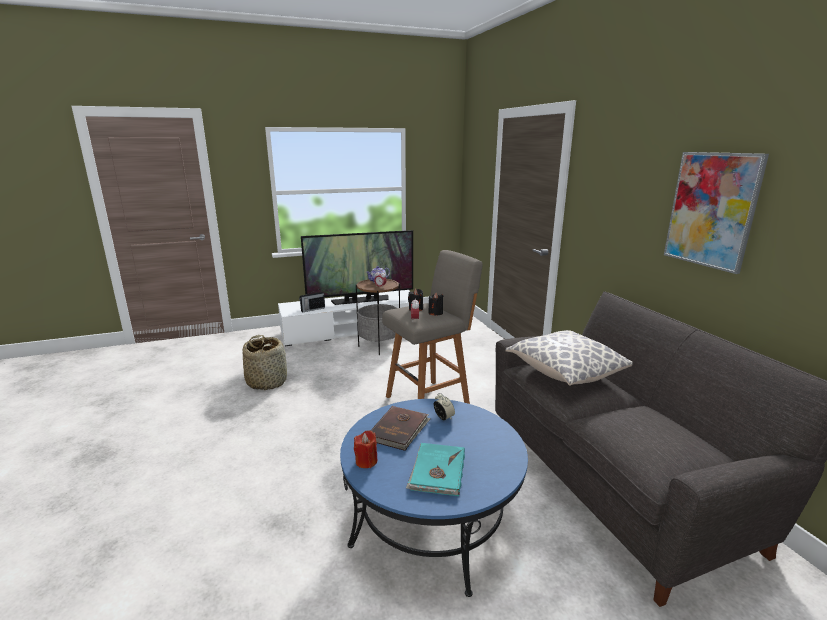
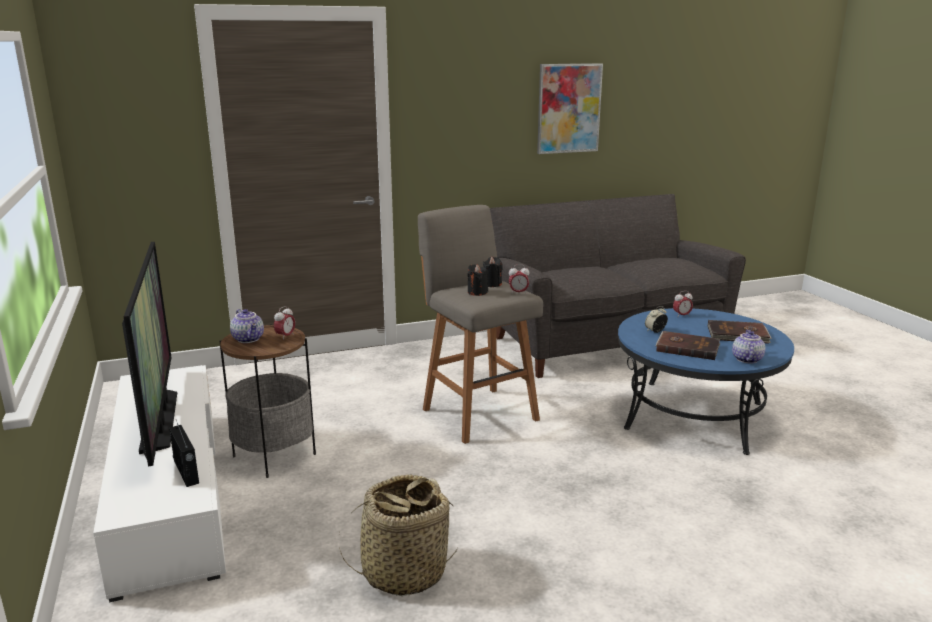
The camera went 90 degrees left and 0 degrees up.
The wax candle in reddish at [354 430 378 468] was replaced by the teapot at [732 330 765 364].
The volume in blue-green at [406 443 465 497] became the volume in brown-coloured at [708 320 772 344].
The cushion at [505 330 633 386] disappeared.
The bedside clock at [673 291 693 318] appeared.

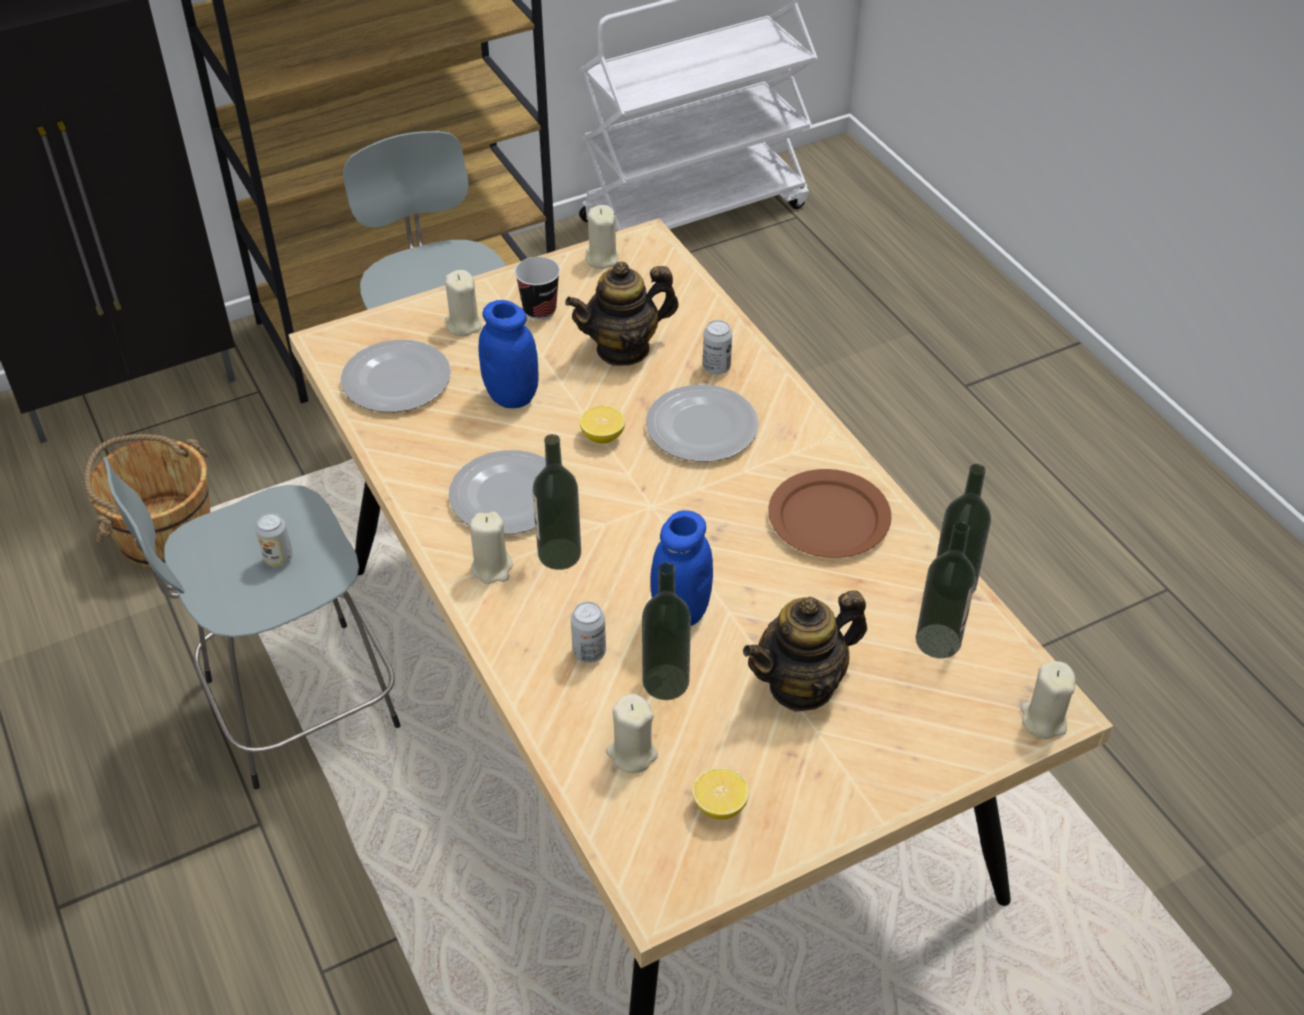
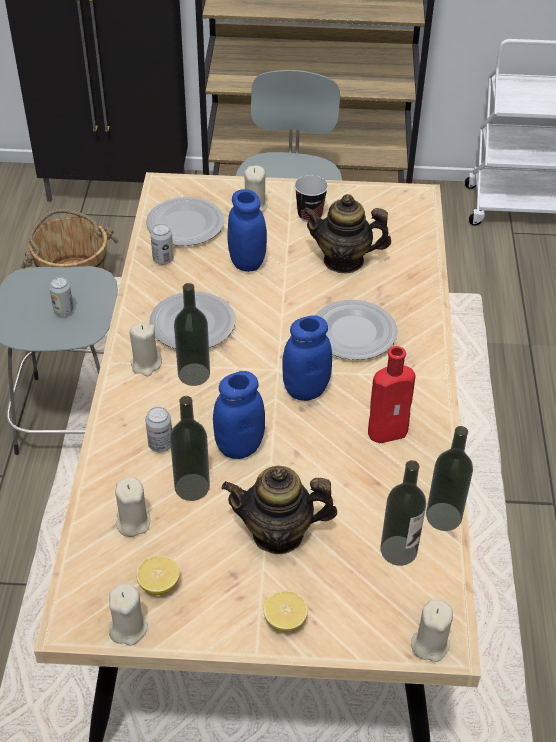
The camera went 30 degrees right and 0 degrees up.
The whole lemon moved from [579 405 625 444] to [264 590 308 632].
The wax candle in beige moved from [585 205 619 269] to [109 584 148 646].
The metal can moved from [703 320 732 375] to [150 224 174 265].
The plate in brown-coloured at [768 469 891 558] was replaced by the bottle in reddish at [368 346 415 443].
The storage jar in blue at [282 315 332 401] appeared.

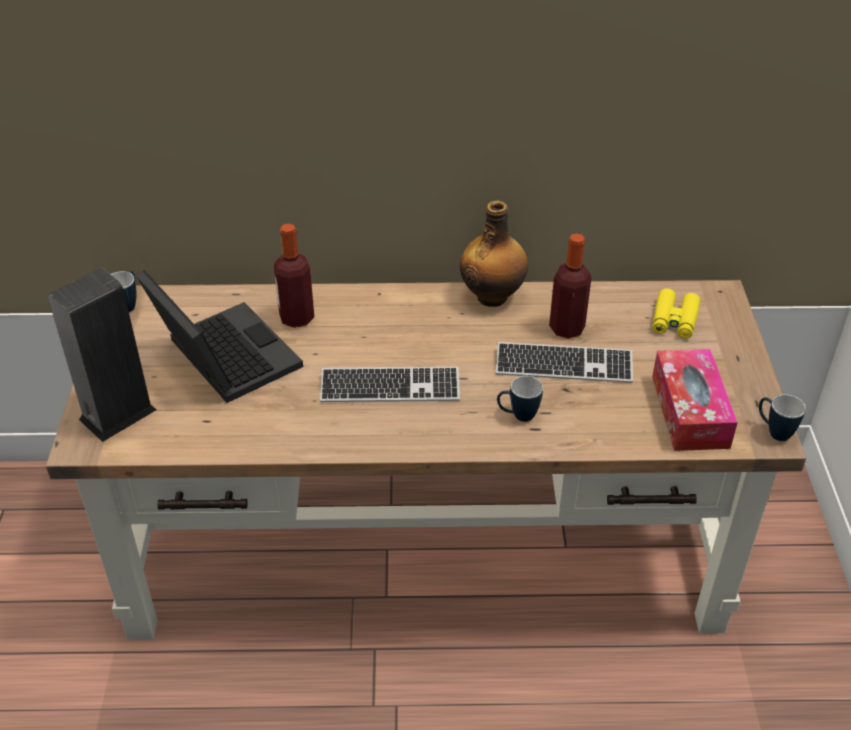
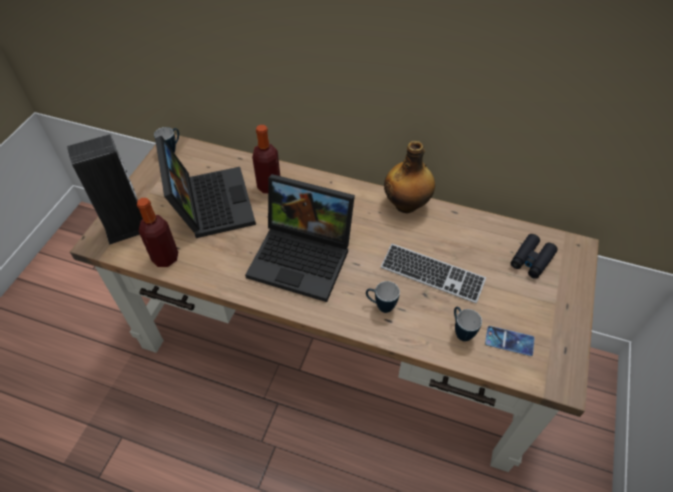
The camera went 20 degrees right and 10 degrees up.
The PC keyboard at [320 367 460 402] was replaced by the portable computer at [245 174 355 302].
The bottle moved from [549 233 592 339] to [137 198 178 267].
The binoculars in yellow-coloured at [652 288 700 339] became the binoculars in blackish at [511 234 558 279].
The box of tissues at [652 349 738 451] was replaced by the phone at [485 326 534 356].
The coffee mug moved from [759 394 806 441] to [454 307 482 341].

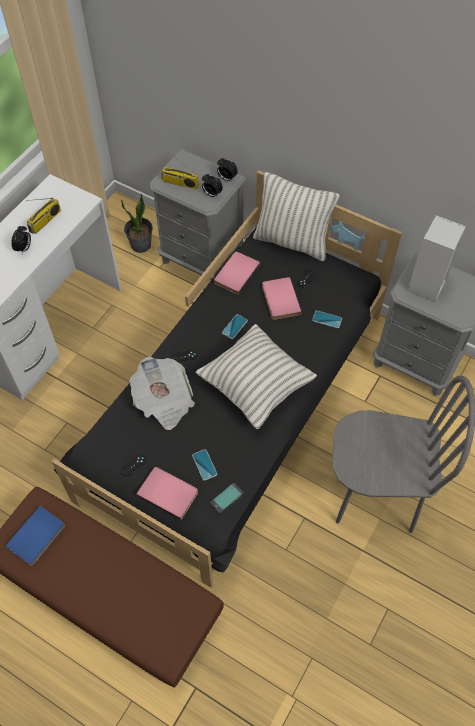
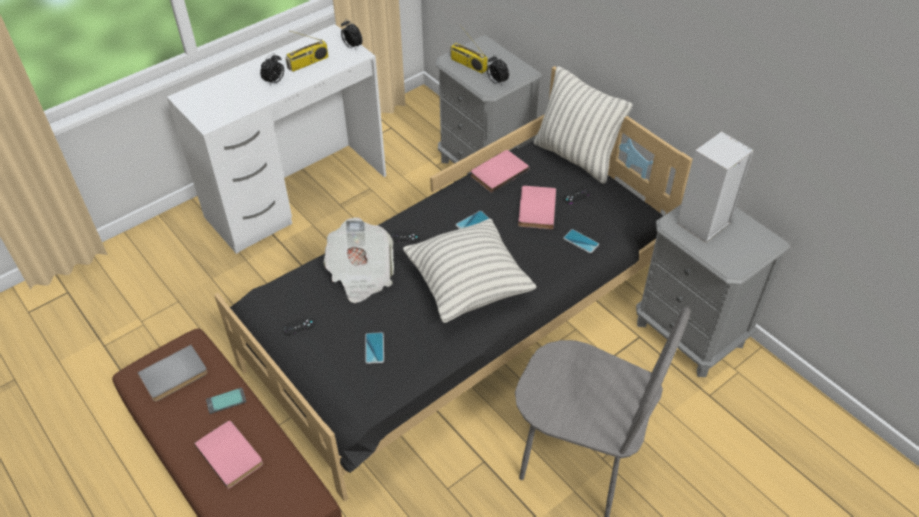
The camera went 20 degrees right and 10 degrees down.
The volume in blue at [6 506 65 566] became the volume in greyish at [137 345 208 402].
The potted plant at [121 193 153 253] disappeared.
The volume in pink-coloured moved from [136 467 198 520] to [194 421 263 489].
The phone moved from [210 483 243 513] to [206 388 246 414].
The bedside clock moved from [217 158 238 182] to [341 19 362 51].

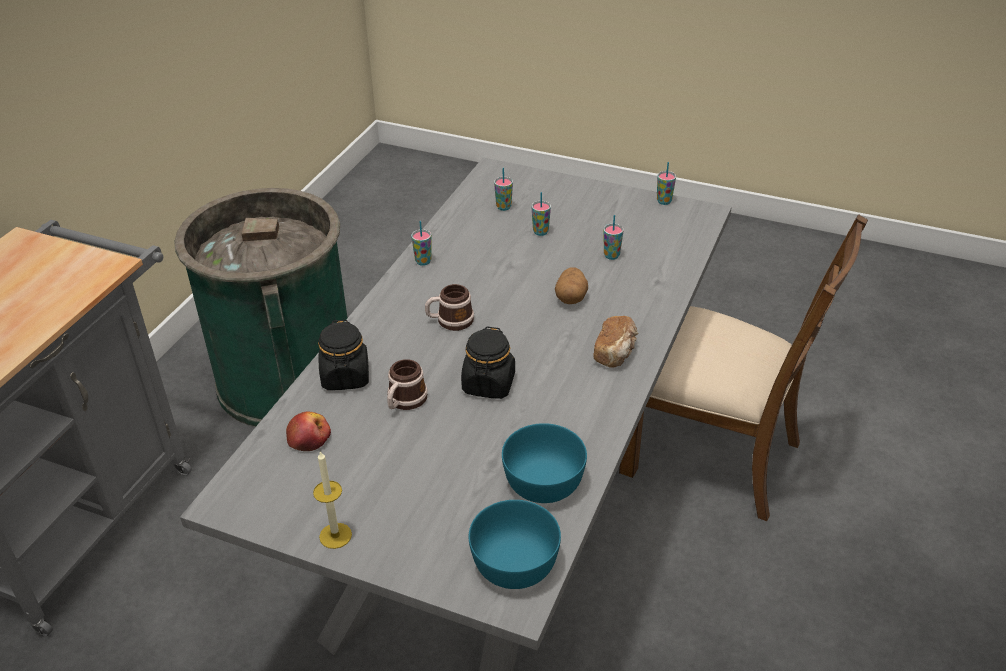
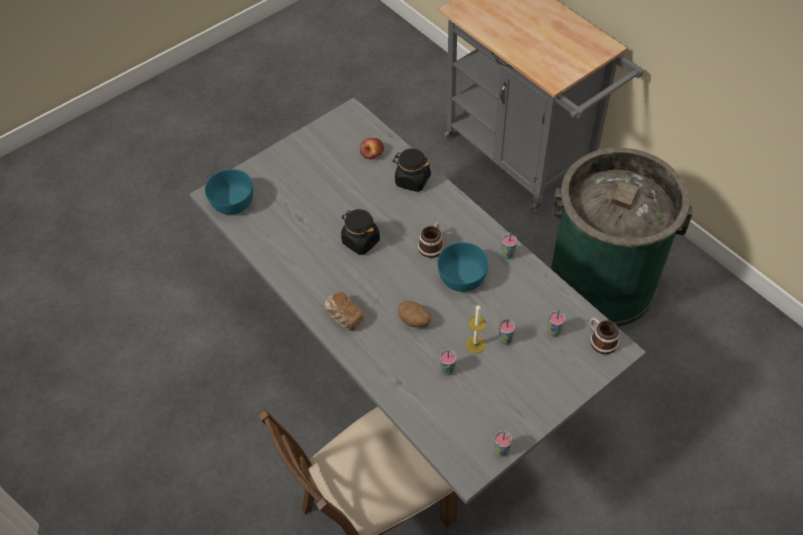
The camera went 120 degrees right and 15 degrees up.
The wax candle moved from [313 451 352 549] to [466 304 486 353].
The coffee mug moved from [387 359 428 410] to [590 317 620 354].
The bowl in blue-green moved from [502 423 587 503] to [437 242 489 292].

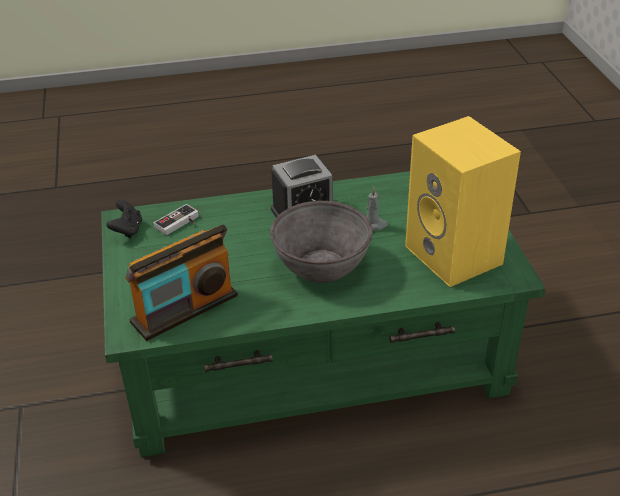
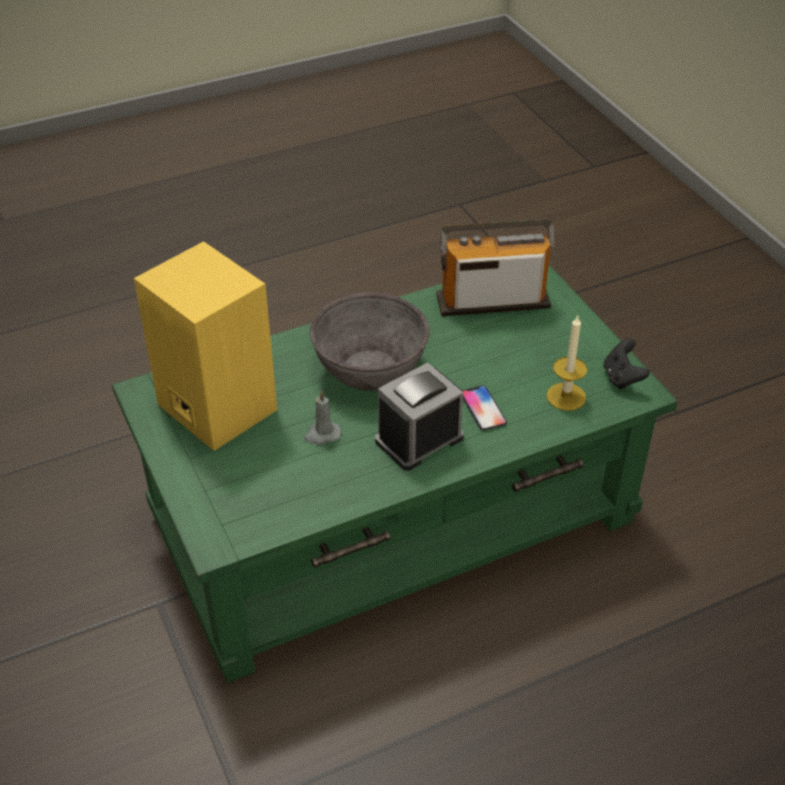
The camera went 165 degrees right and 5 degrees up.
The radio at [126 225 238 341] turned 45 degrees clockwise.
The game controller at [153 204 199 235] was replaced by the wax candle at [546 315 588 411].
The phone at [463 385 507 431] appeared.

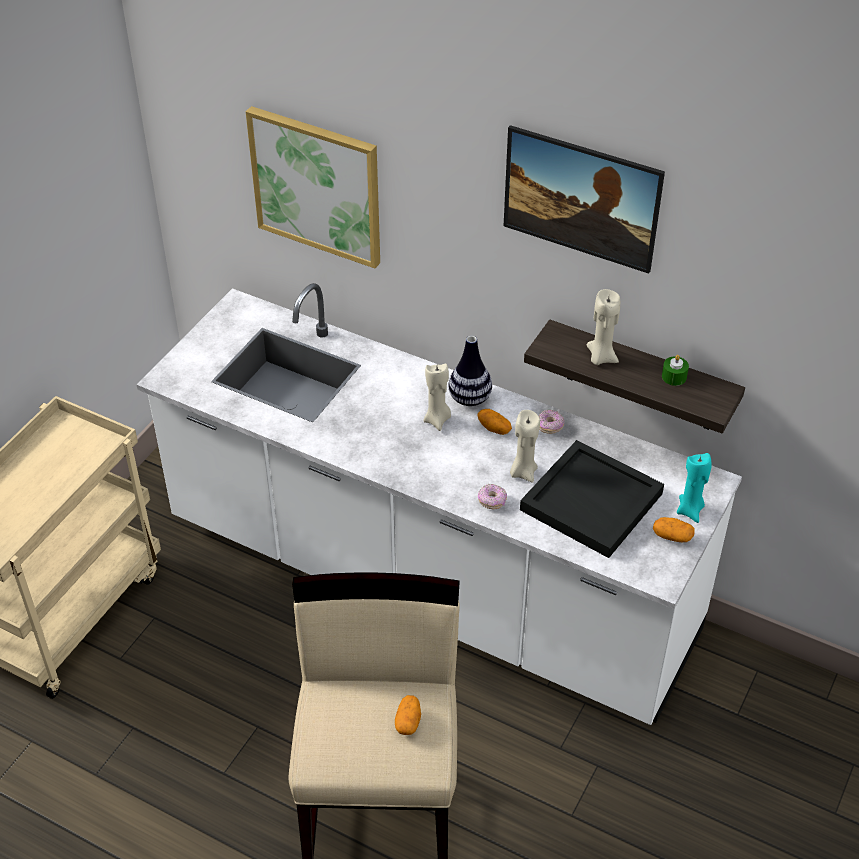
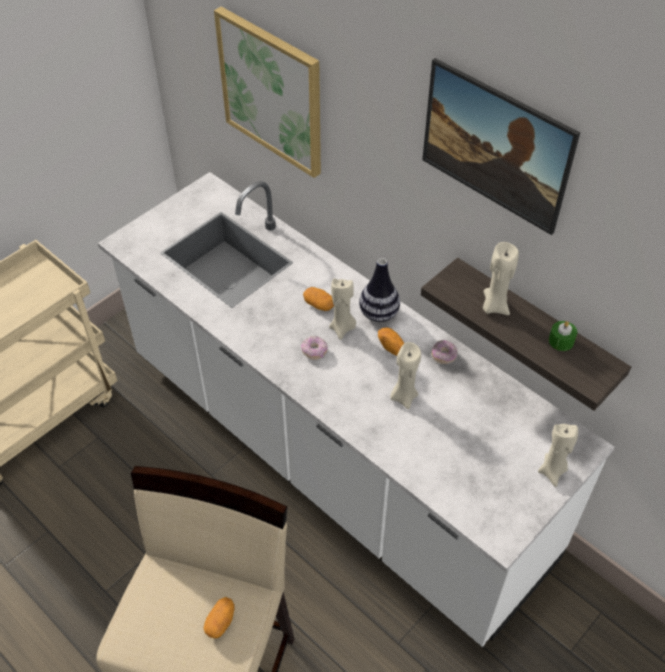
The camera went 15 degrees right and 5 degrees up.
The ring doughnut moved from [478 484 507 509] to [301 336 328 360].
The carrying tray in blackish at [520 440 664 558] disappeared.
The spud moved from [653 517 695 542] to [303 287 334 311].
The wax candle in blue-green at [677 453 712 523] became the wax candle in beige at [538 424 578 487].

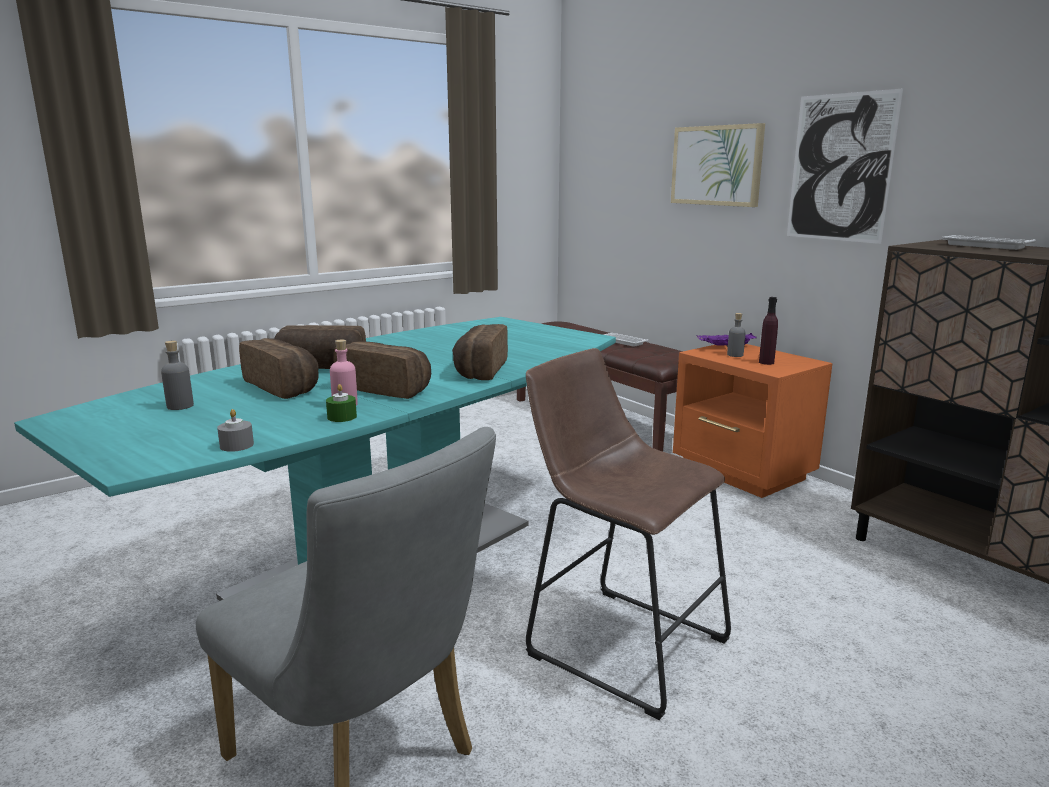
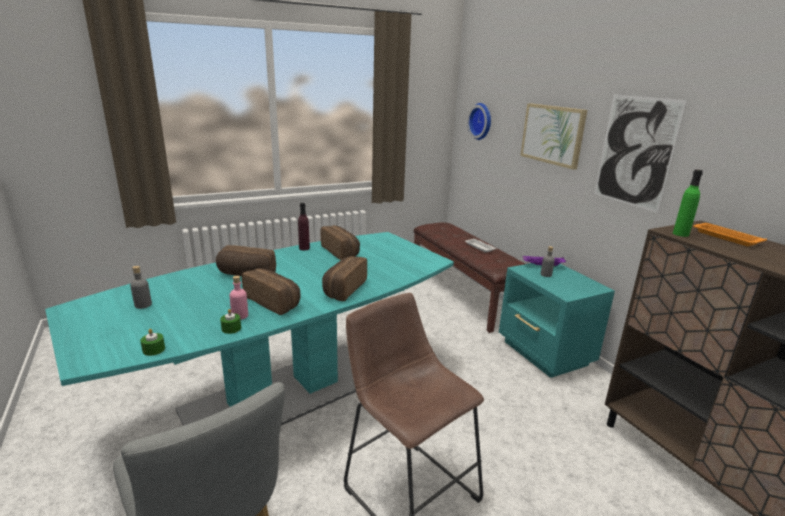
The camera went 10 degrees right and 5 degrees up.
The wax candle in greyish at [217 409 254 452] became the wax candle in greenish at [140 329 165 356].
The bakery bread moved from [239 338 319 399] to [321 225 360 260].
The night table in orange-coloured at [673 344 833 498] became the night table in blue-green at [499 263 615 378].
The bottle in purple-coloured moved from [759 297 778 365] to [298 203 310 250].
The carrying tray in white-coloured at [942 235 1035 250] became the carrying tray in orange-coloured at [693 223 767 246].
The hanging clock at [467 103 491 140] appeared.
The bottle in greenish at [673 169 703 237] appeared.

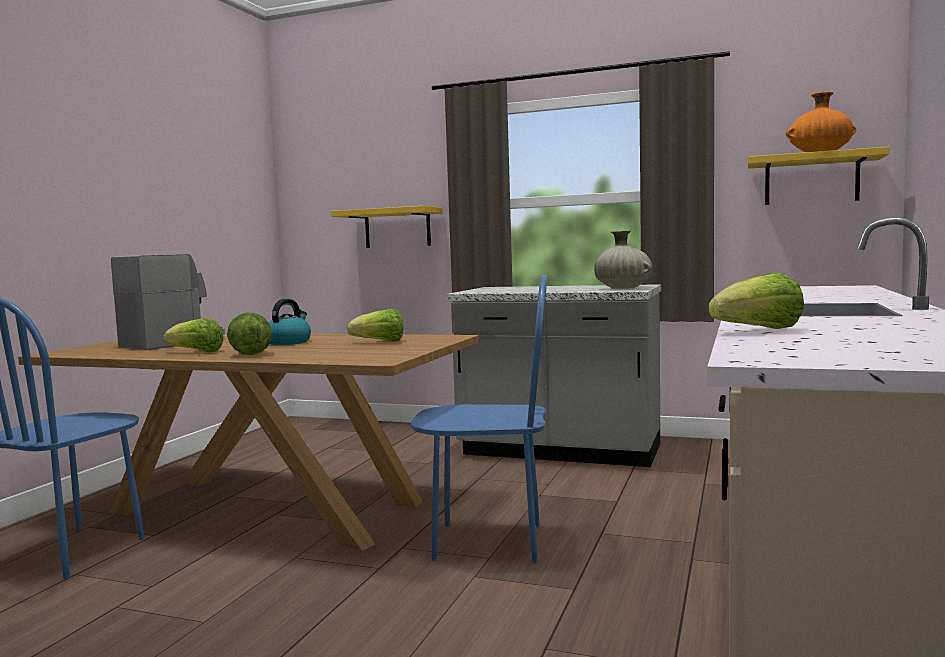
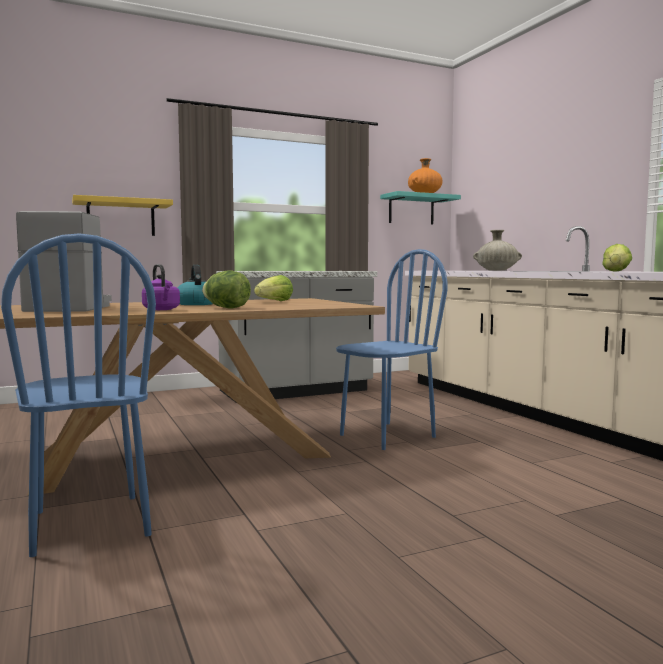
The camera went 45 degrees left and 0 degrees up.
The lettuce at [163 318 223 352] was replaced by the kettle in purple-coloured at [142 264 180 310].
The decorative vase in beige moved from [594 230 652 289] to [473 230 522 271].
The shelf in yellow-coloured at [748 147 889 205] became the shelf in blue-green at [380 191 461 225].

